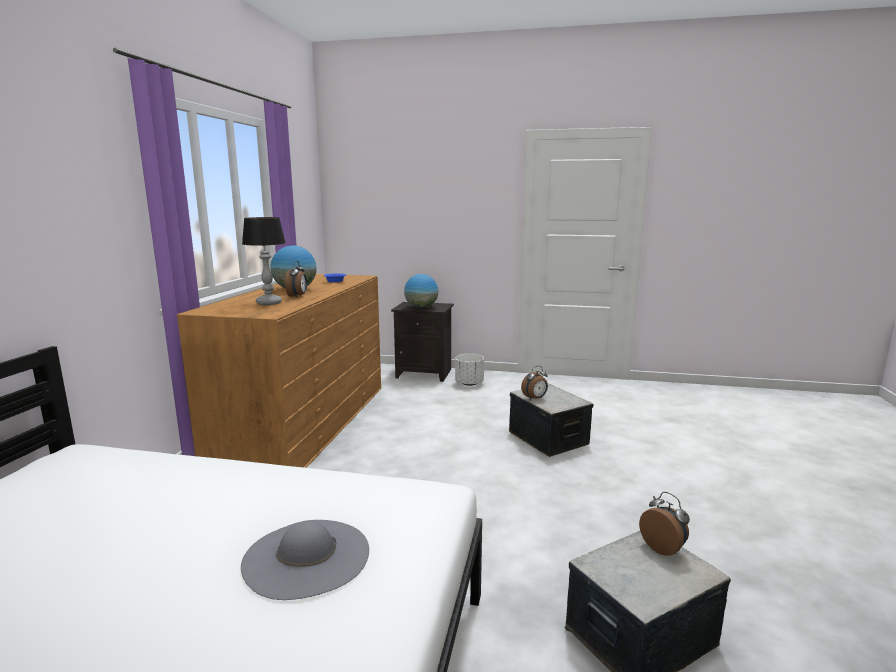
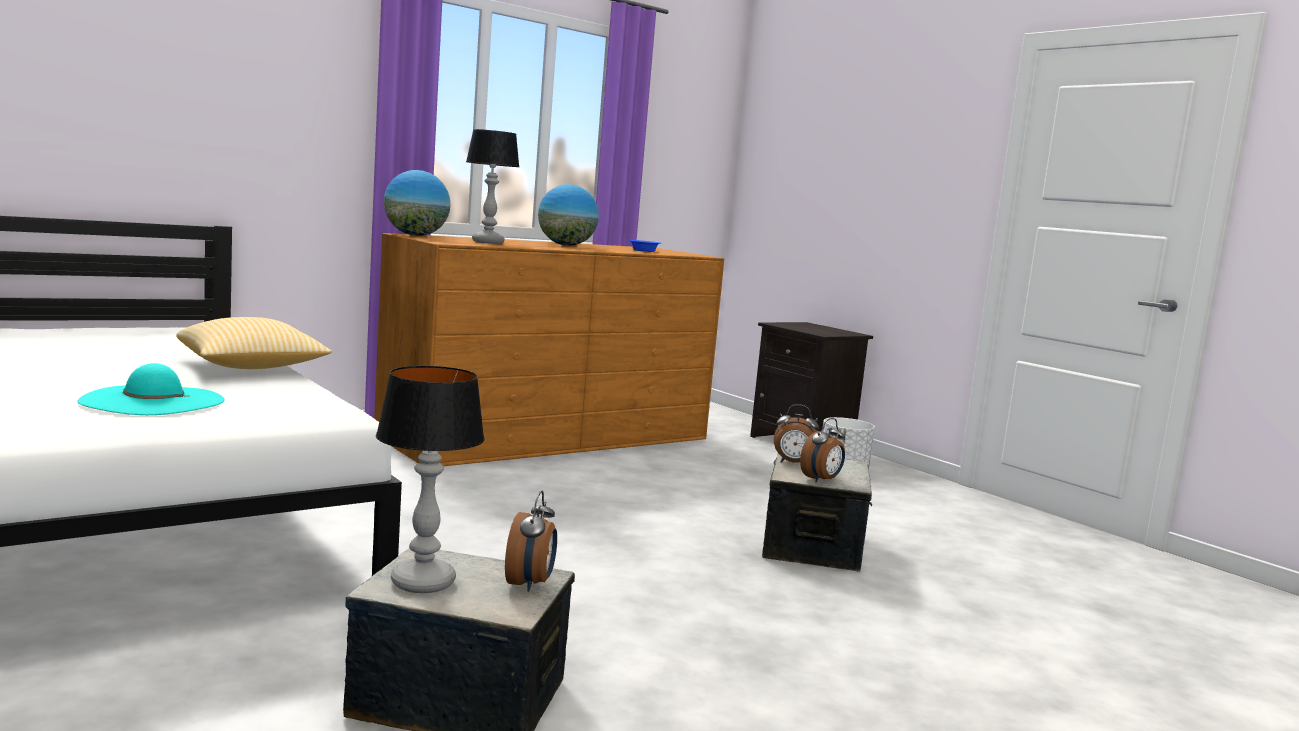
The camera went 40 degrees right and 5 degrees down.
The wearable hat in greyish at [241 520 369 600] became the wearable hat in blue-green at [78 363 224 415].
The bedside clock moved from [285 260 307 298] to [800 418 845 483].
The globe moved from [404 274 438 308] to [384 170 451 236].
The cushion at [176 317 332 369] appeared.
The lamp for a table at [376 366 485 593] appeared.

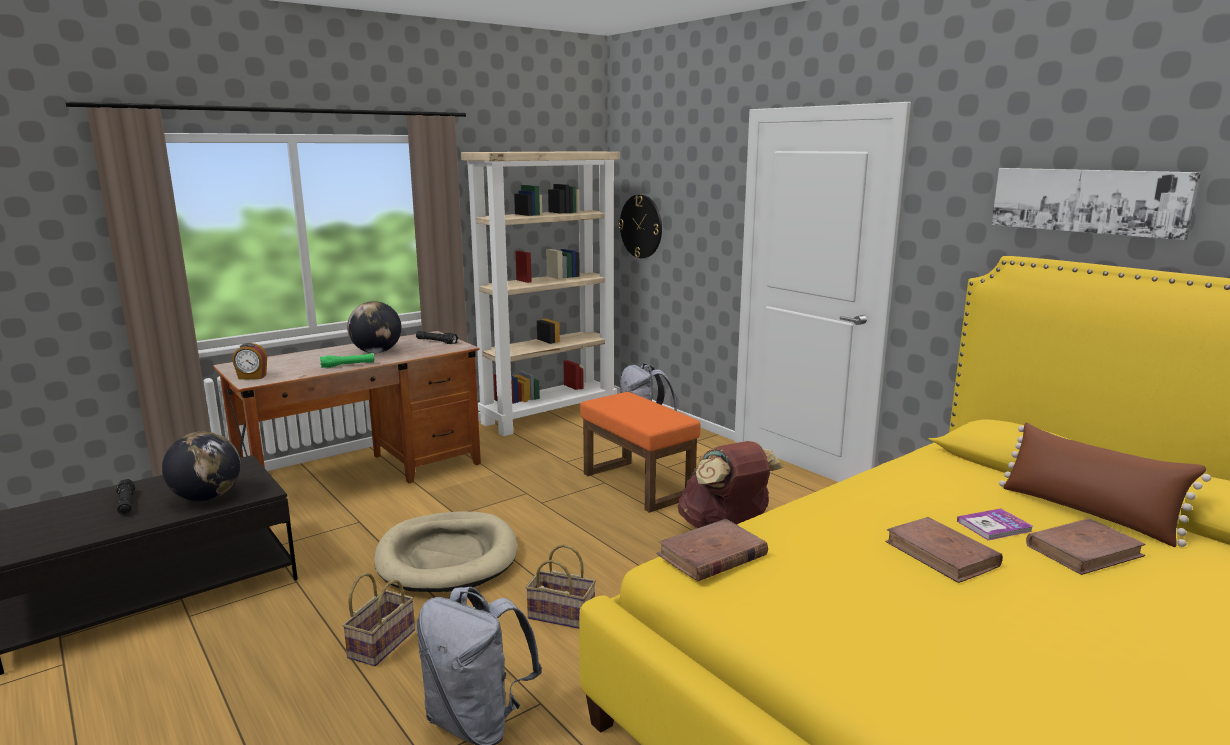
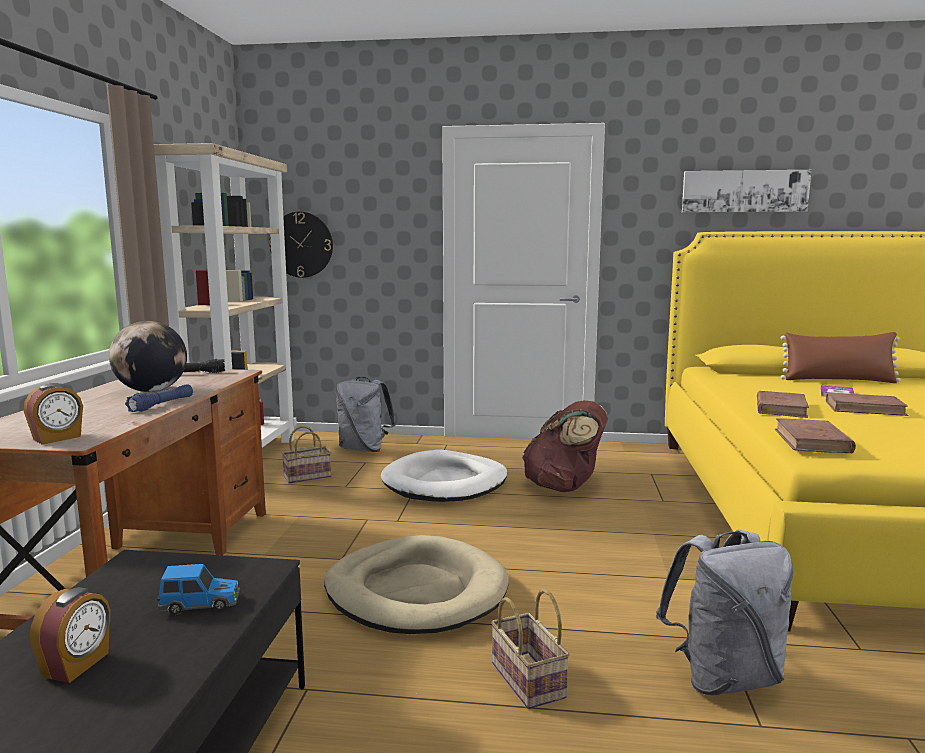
The camera went 45 degrees left and 5 degrees down.
The hand torch in blackish at [116 479 135 515] was replaced by the bedside clock at [30 587 111 683].
The globe at [162 431 240 501] was replaced by the miniature car at [157 564 240 615].
The hand torch in greenish at [320 353 374 368] became the hand torch in blue at [125 384 193 412].
The household basket moved from [525 544 596 629] to [282 426 332 484].
The footrest in orange-coloured at [580 392 700 513] was replaced by the dog bed in white-coloured at [381 450 507 502].
The volume in brown-coloured moved from [1026 518 1145 575] to [757 391 809 418].

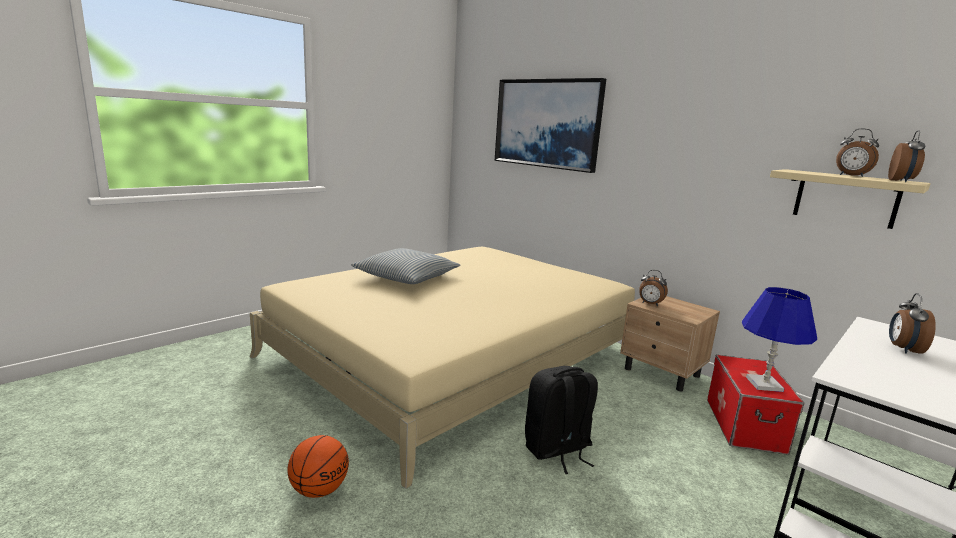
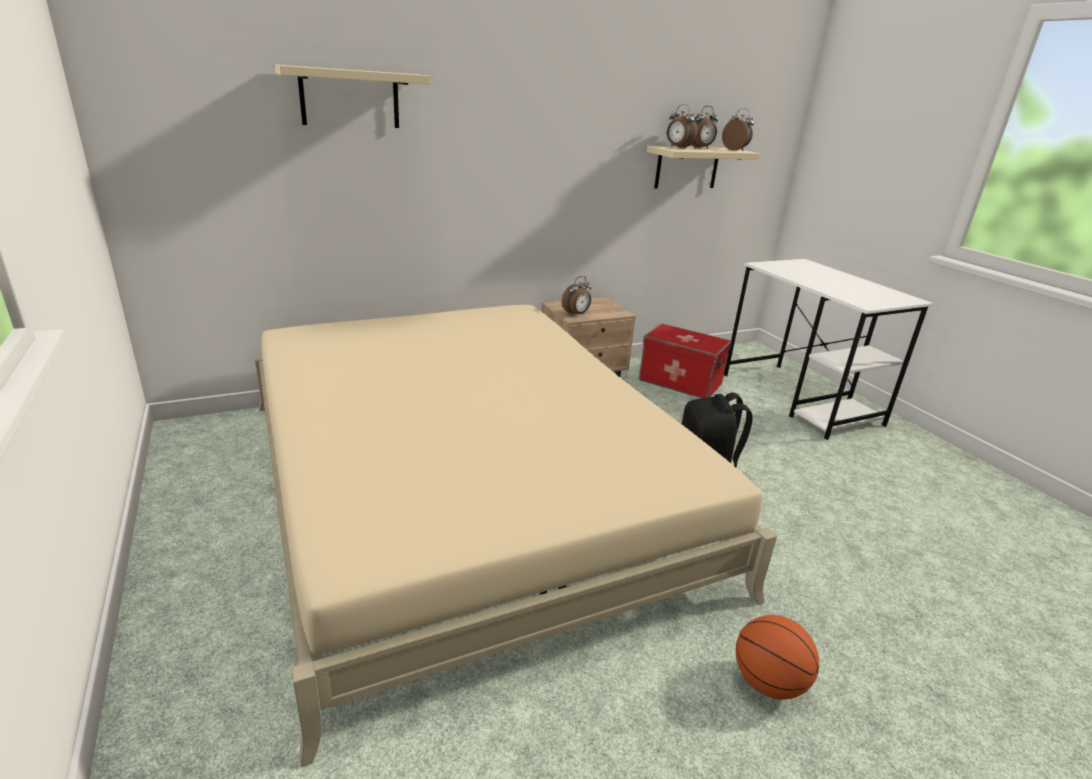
The camera went 70 degrees left and 10 degrees up.
The cushion at [351 248 460 284] disappeared.
The wall art at [495 78 606 173] was replaced by the shelf in beige at [275 65 431 128].
The lamp for a table in blue at [742 287 817 392] disappeared.
The bedside clock moved from [889 293 936 354] to [667 104 698 149].

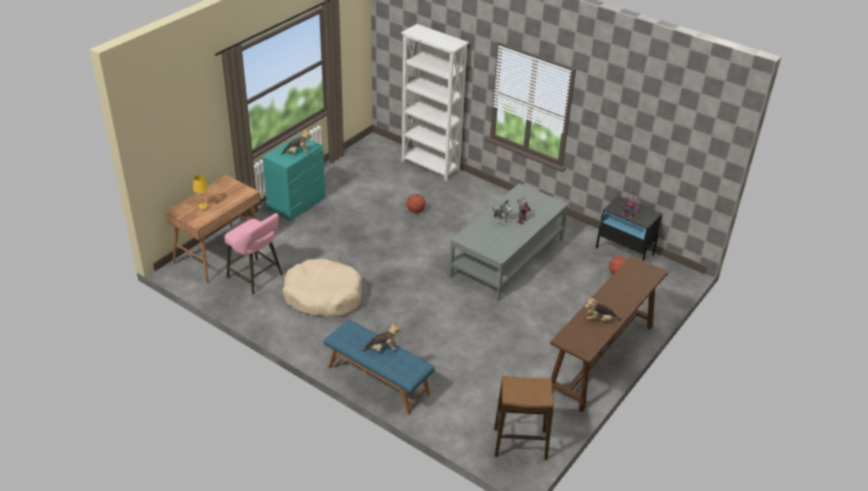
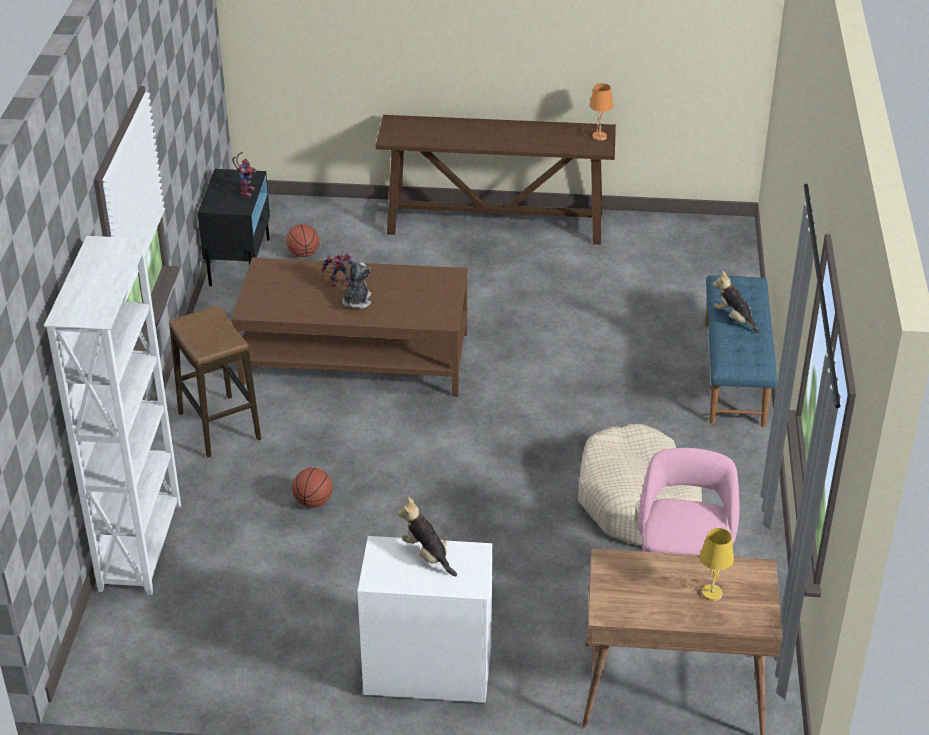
The camera went 120 degrees left and 0 degrees up.
The dresser in blue-green at [263 135 326 221] became the dresser in white-coloured at [357 536 493 705].
The low table in greyish at [449 183 568 301] became the low table in brown-coloured at [231 258 468 397].
The stool moved from [494 376 554 460] to [169 306 261 457].
The plush toy at [585 296 621 321] disappeared.
The lamp for a table in orange-coloured at [589 83 613 141] appeared.

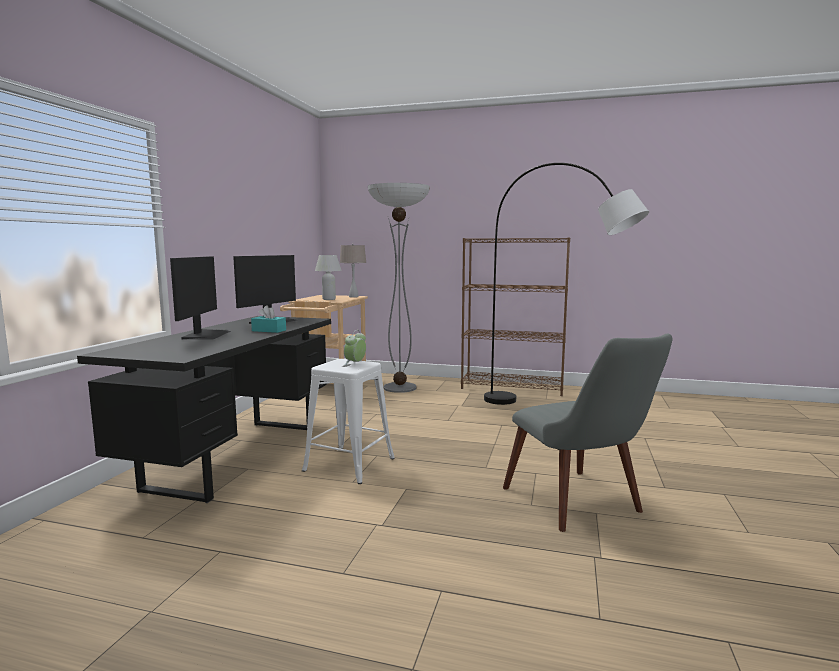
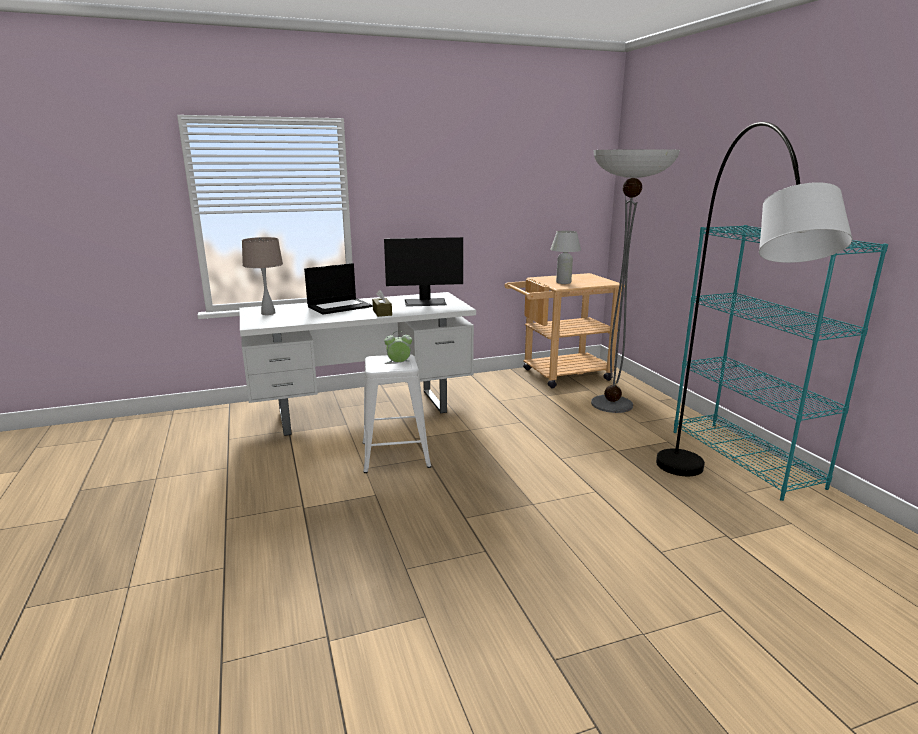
The camera went 55 degrees right and 10 degrees up.
The desk table in blackish at [77 316 331 503] became the desk table in white-coloured at [240 292 476 436].
The computer screen at [170 256 231 340] was replaced by the portable computer at [304 263 373 315].
The box of tissues in blue-green at [251 305 286 333] became the box of tissues in brown-coloured at [372 290 392 317].
The lamp for a table in beige moved from [340 244 366 298] to [242 237 283 315].
The shelving unit in brown-coloured at [461 238 570 396] became the shelving unit in blue-green at [674 225 888 501].
The chair in greyish at [503 334 672 532] disappeared.

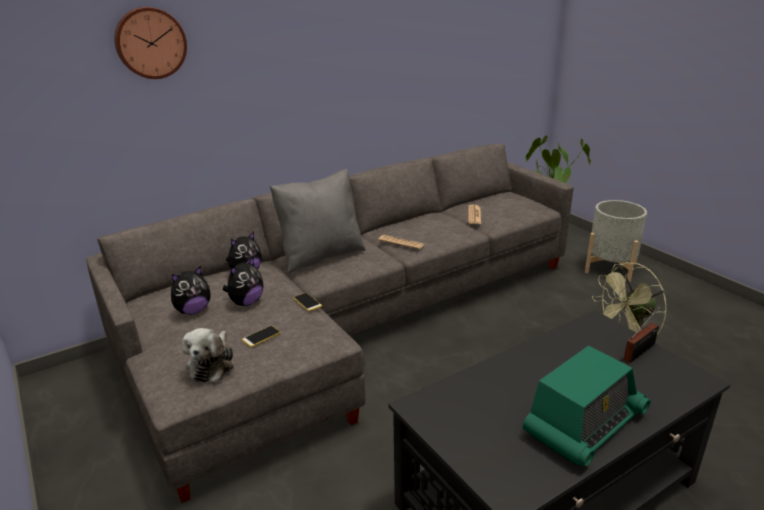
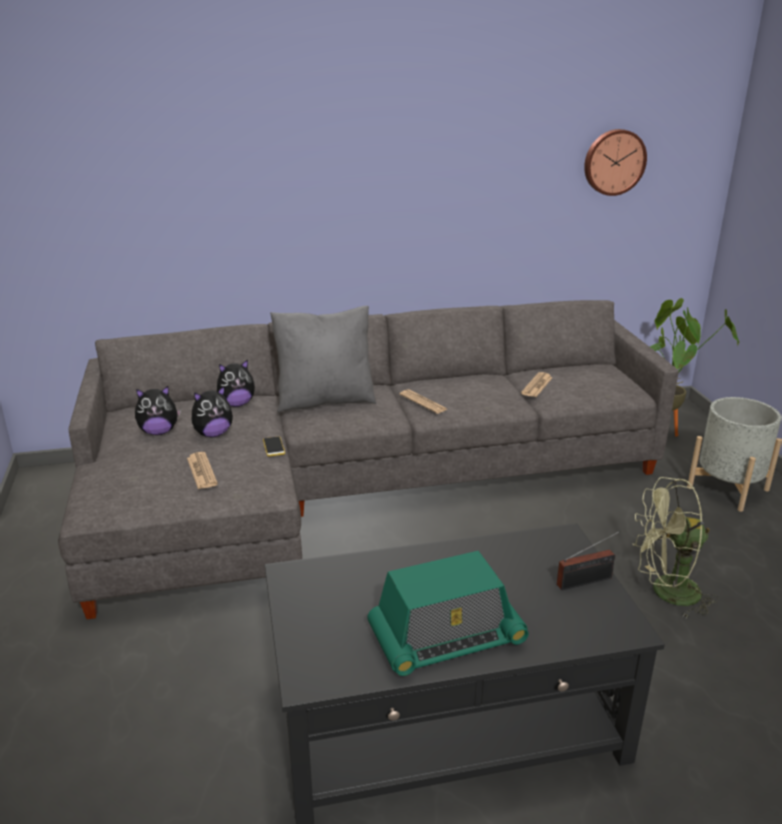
The camera went 20 degrees right and 0 degrees up.
The hanging clock moved from [114 7 187 79] to [584 129 647 196].
The plush toy at [182 328 234 382] disappeared.
The phone at [242 326 281 347] was replaced by the daily paper at [187 452 218 489].

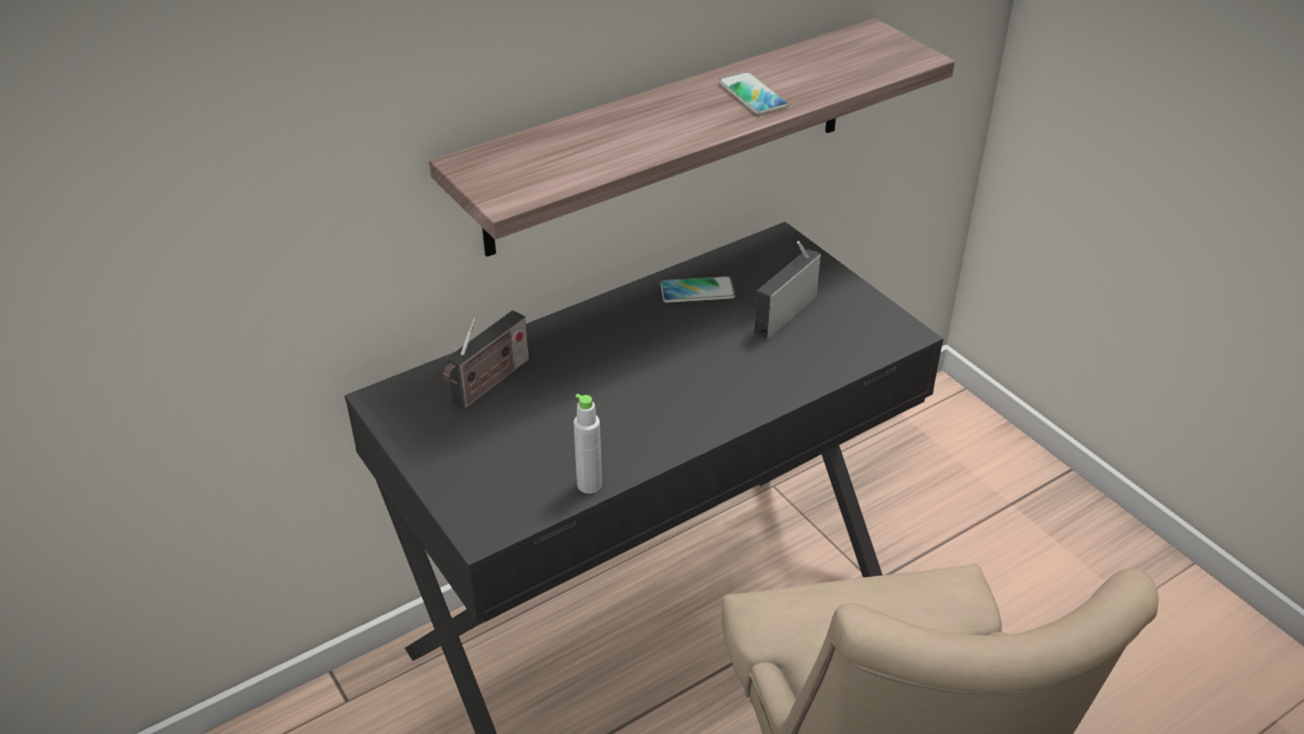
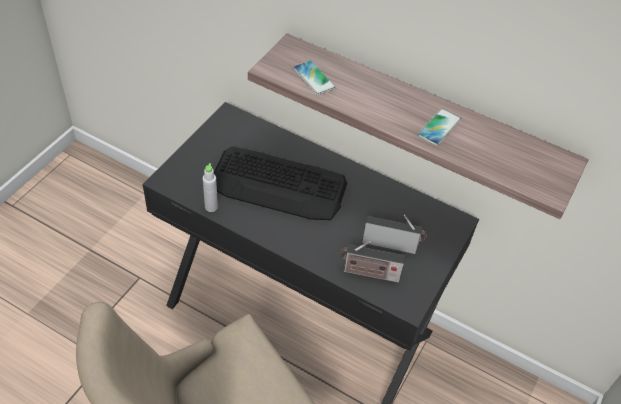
The camera went 60 degrees right and 10 degrees up.
The radio moved from [444 310 529 409] to [340 240 405 283].
The phone moved from [660 276 735 303] to [293 60 336 95].
The PC keyboard at [214 147 347 220] appeared.

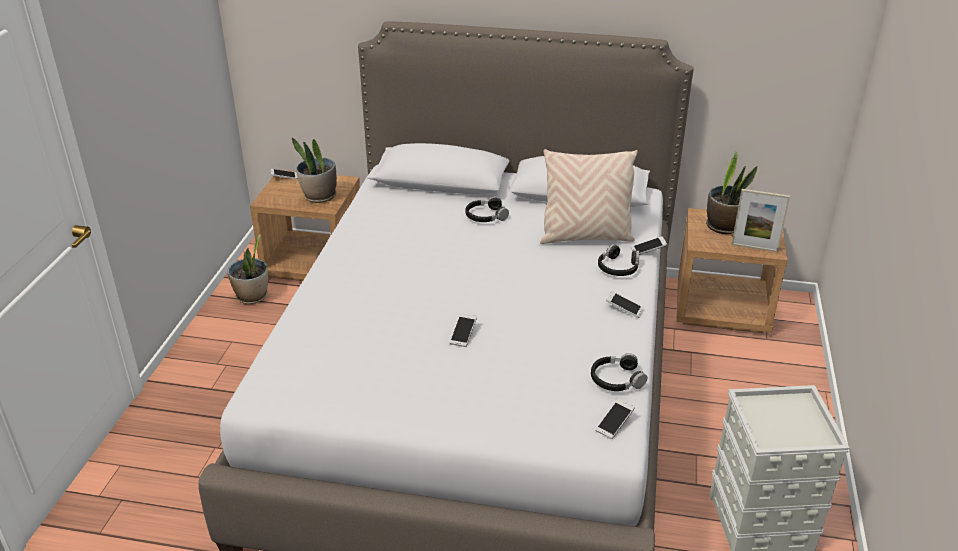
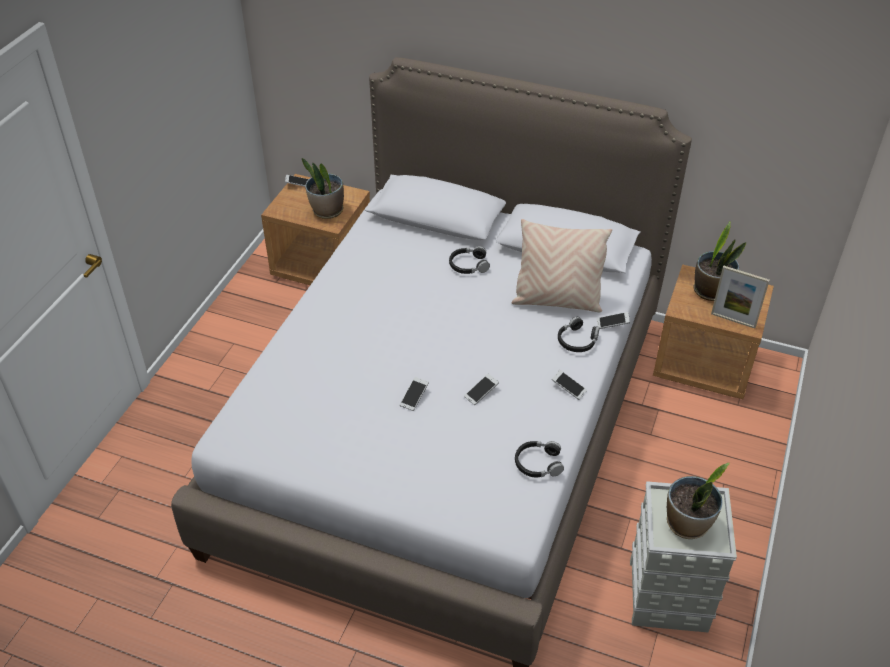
The camera went 10 degrees right and 10 degrees up.
The potted plant moved from [227 234 268 304] to [667 463 730 539].
The phone moved from [595 399 635 439] to [464 374 499 405].

